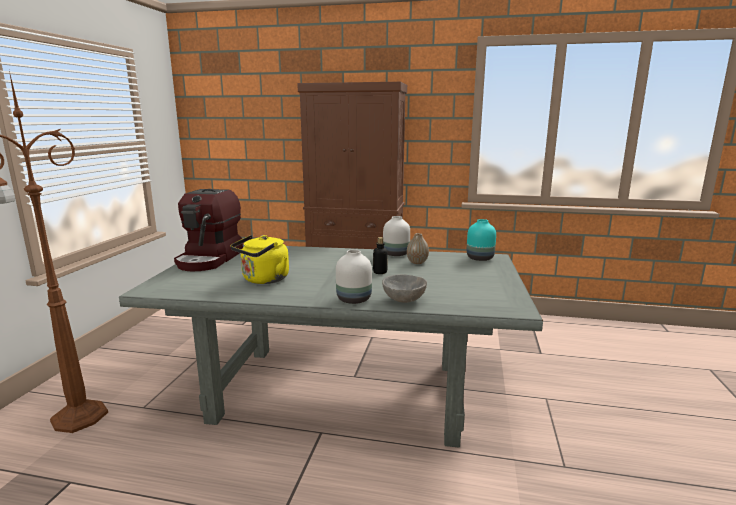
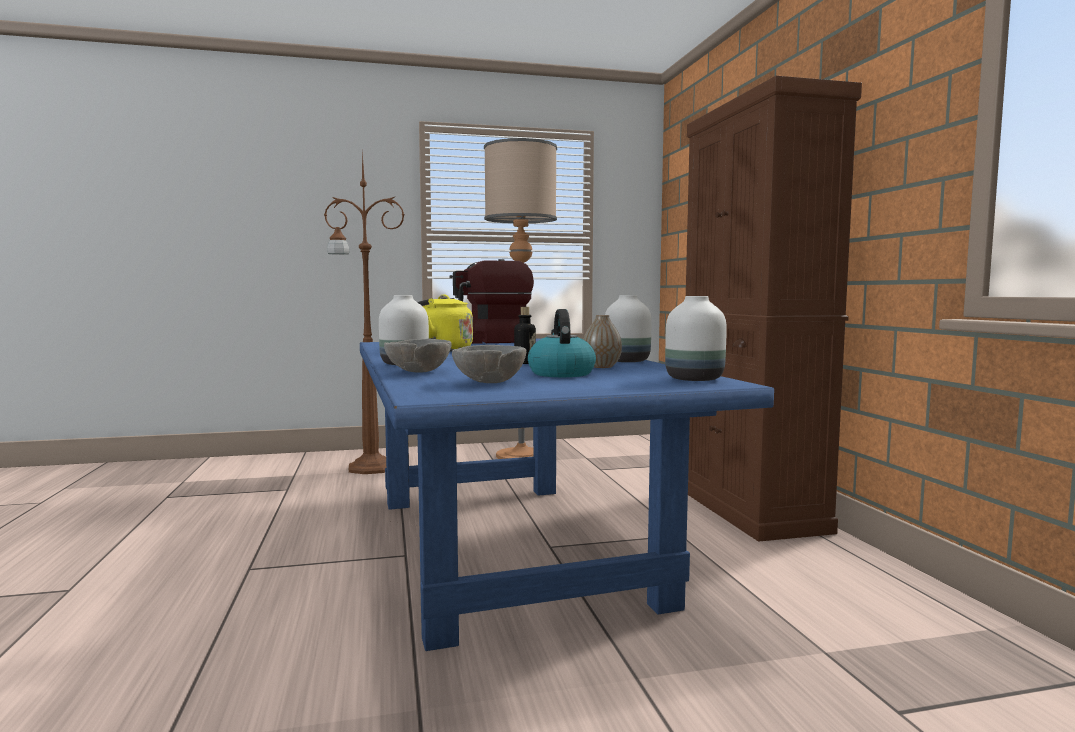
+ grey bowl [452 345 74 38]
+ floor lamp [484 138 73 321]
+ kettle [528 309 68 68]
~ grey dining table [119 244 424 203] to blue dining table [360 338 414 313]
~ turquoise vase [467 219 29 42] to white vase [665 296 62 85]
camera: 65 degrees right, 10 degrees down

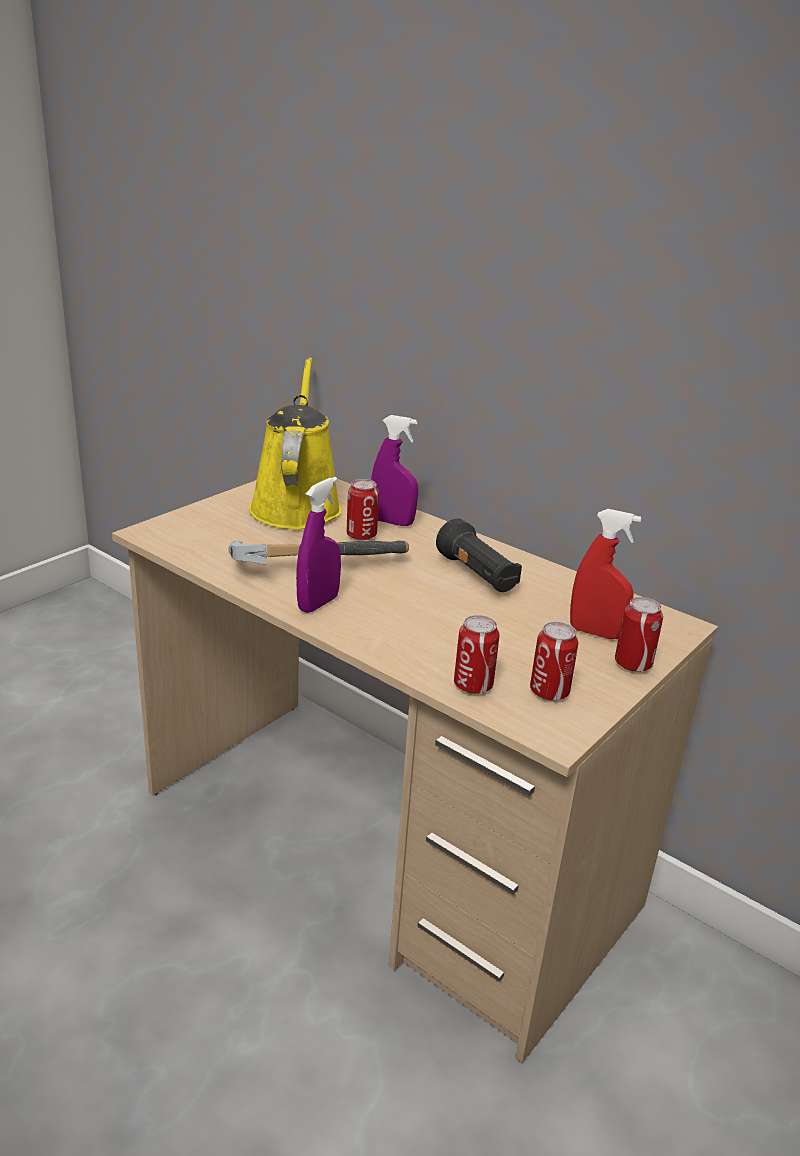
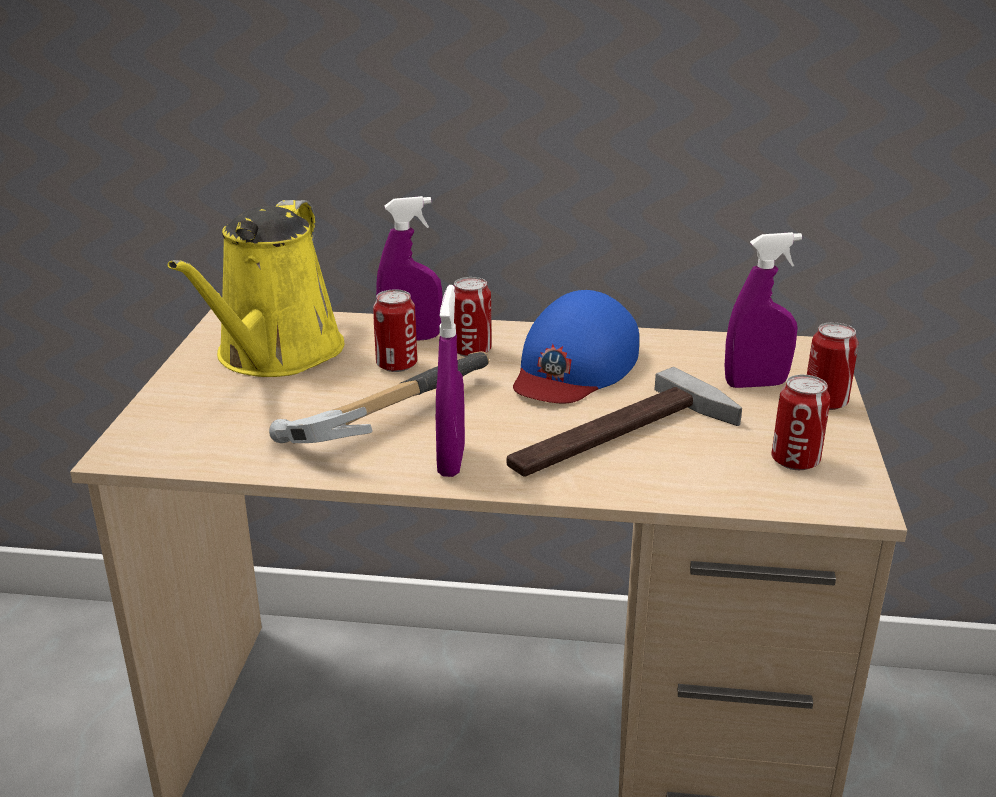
+ hammer [507 367 235 110]
~ can [454 615 45 79] to [454 277 37 80]
~ black flashlight [436 518 86 74] to blue cap [513 290 126 113]
~ red spray bottle [570 509 71 130] to purple spray bottle [725 232 77 156]
~ yellow watering can [249 357 93 172] = [168 200 176 177] 135 degrees counterclockwise
camera: 30 degrees left, 0 degrees up

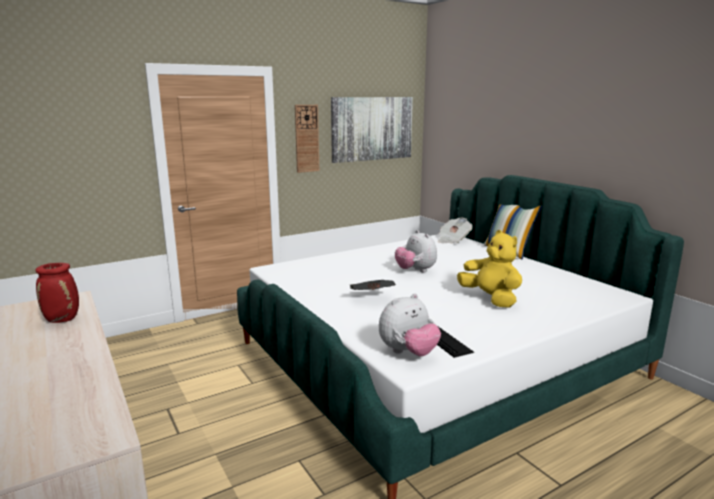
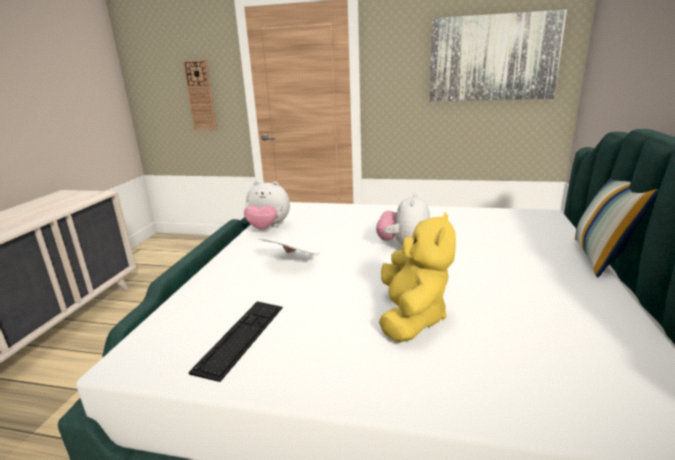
- red vase [35 263 44 60]
- newspaper [438 218 35 25]
~ wall clock [295 105 24 68] to [183 60 34 70]
~ plush toy [379 293 62 63] to [244 181 46 49]
camera: 45 degrees right, 5 degrees up

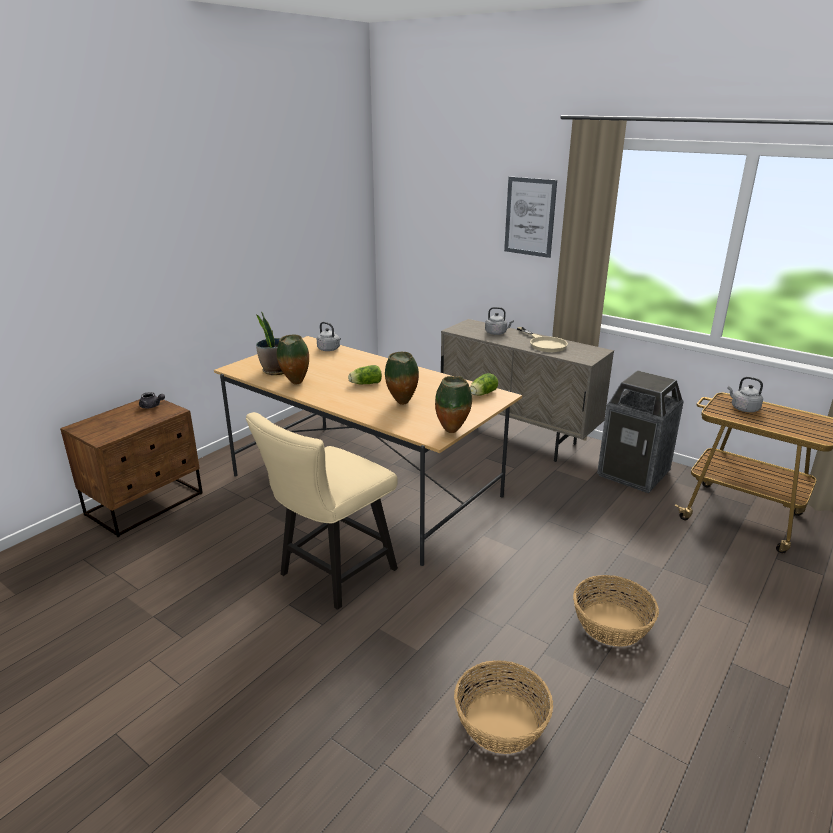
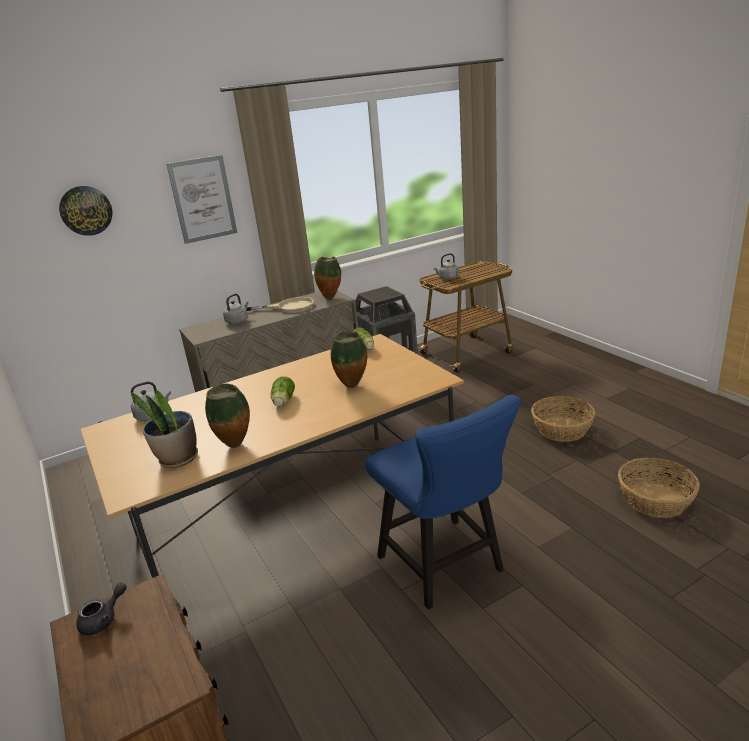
+ wall clock [59 186 53 50]
~ vase [435 376 37 57] to [314 256 27 43]
~ beige chair [246 412 152 198] to blue chair [365 395 156 215]
camera: 65 degrees left, 0 degrees up

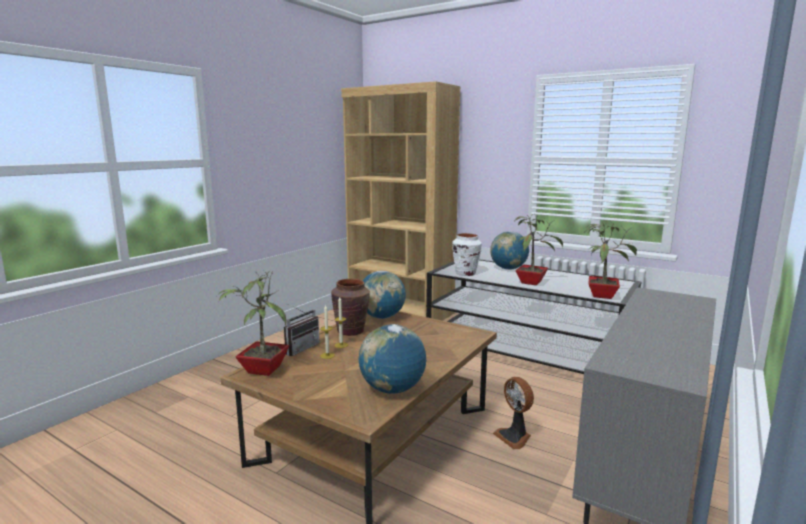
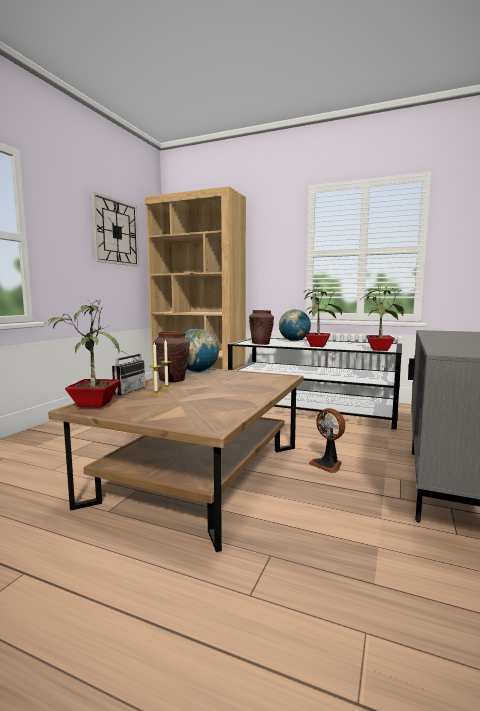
- globe [359 324 67 70]
+ wall clock [91 192 48 75]
~ white vase [452 233 30 43] to brown vase [249 310 25 35]
camera: 10 degrees left, 5 degrees down

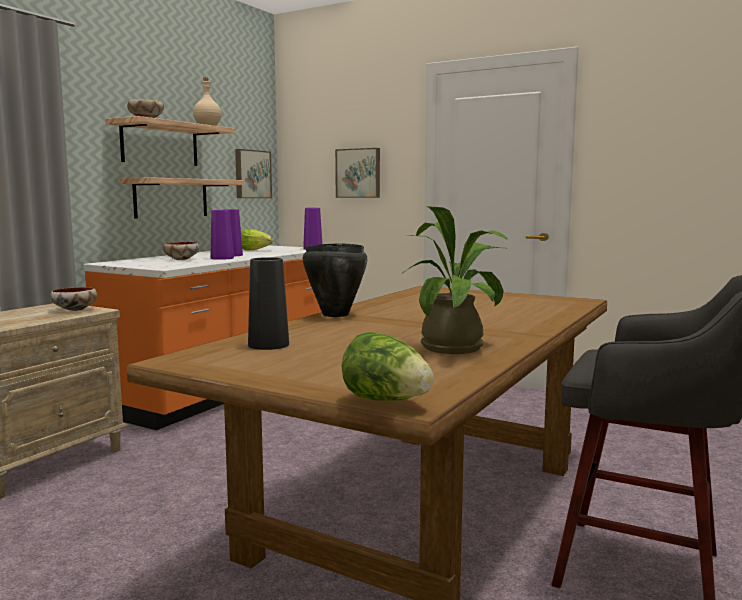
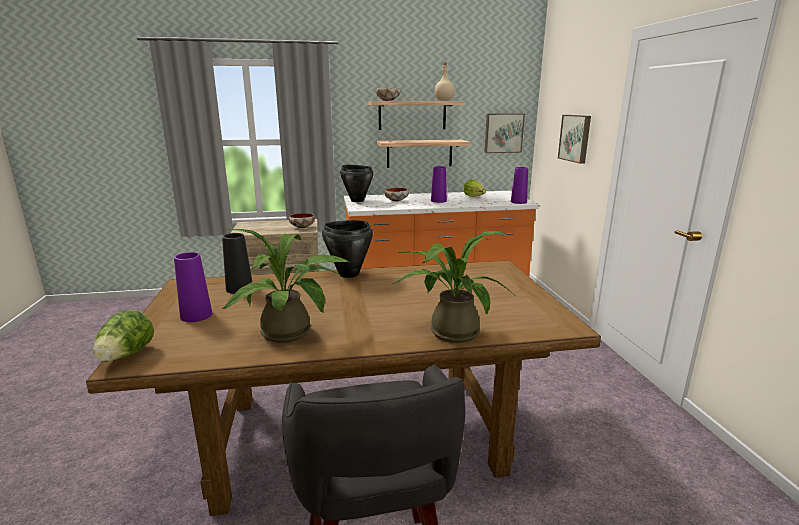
+ black cooking pot [340 165 33 37]
+ potted plant [393 231 121 112]
~ purple vase [211 210 23 50] to [174 252 38 70]
camera: 50 degrees right, 10 degrees up

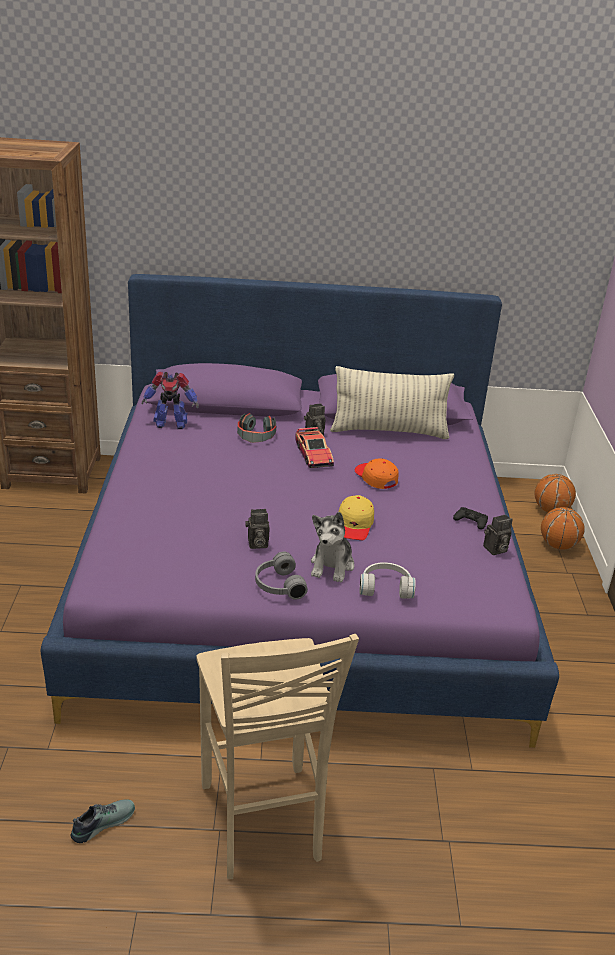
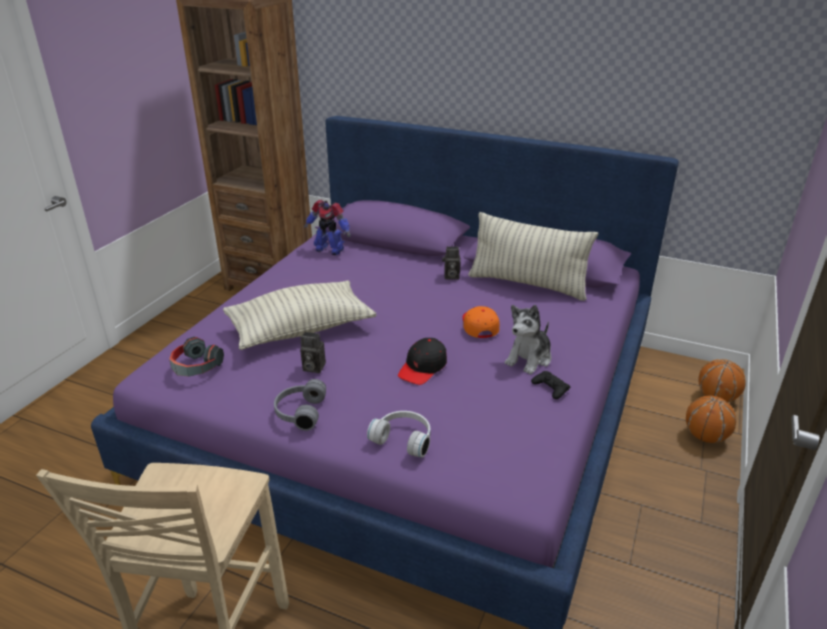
- shoe [71 800 64 43]
- toy car [295 427 39 41]
- photo camera [483 514 30 41]
+ pillow [223 280 154 70]
~ headphones [237 413 39 30] to [169 337 55 39]
~ plush toy [311 512 43 71] to [505 305 46 70]
~ yellow cap [339 495 35 45] to black cap [398 338 49 47]
camera: 25 degrees right, 0 degrees up

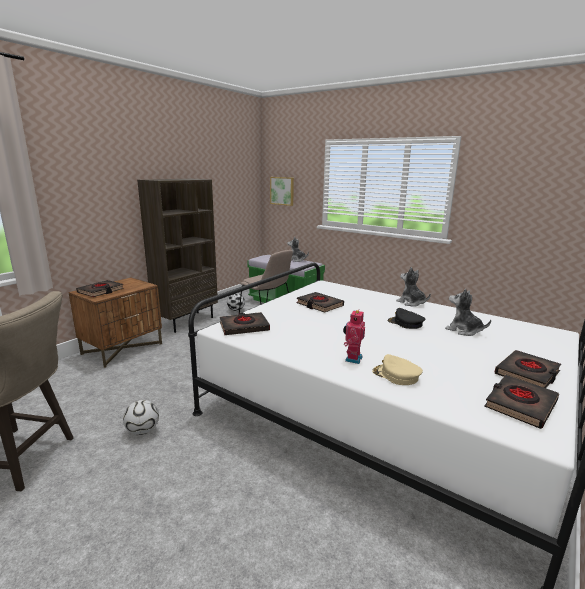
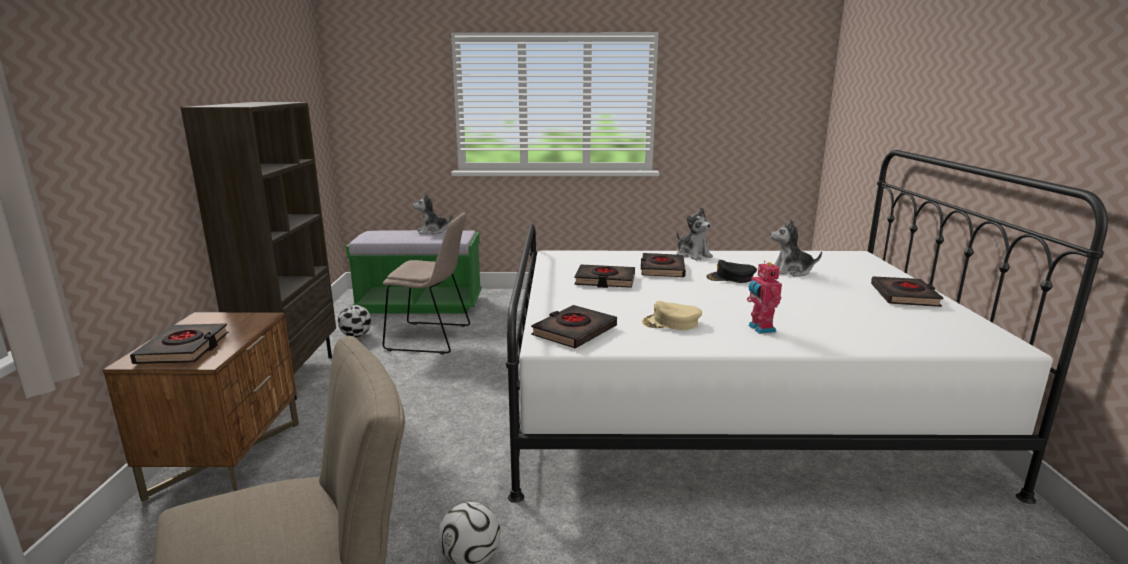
- picture [270 177 24 29]
~ beige cap [372 354 51 31] to [642 301 60 29]
~ black book [484 375 75 54] to [641 253 45 24]
~ plush toy [396 267 35 40] = [677 208 36 52] 135 degrees counterclockwise
camera: 35 degrees left, 0 degrees up

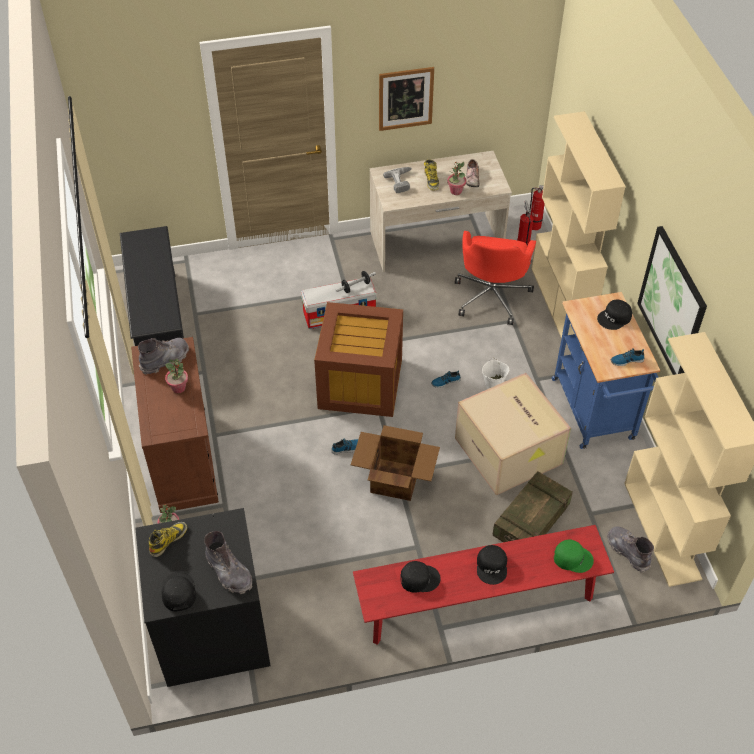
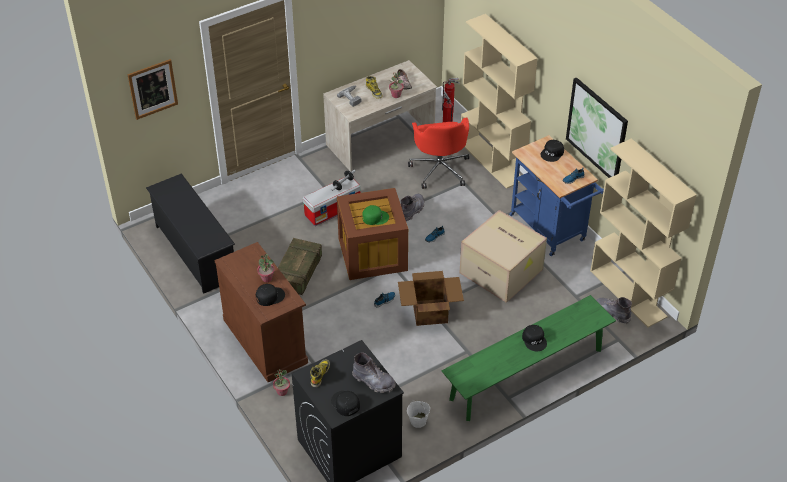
~ grey boot [138 338 51 37] to [401 194 23 27]
~ picture [379 67 55 64] to [127 59 51 61]
~ black cap [400 561 41 32] to [256 284 29 22]
~ white bucket [482 358 27 31] to [407 400 23 28]
~ crate [493 471 79 71] to [278 238 44 57]
~ green cap [554 539 40 34] to [362 205 27 20]
~ red bench [353 525 261 120] to green bench [442 295 174 126]
camera: 20 degrees left, 5 degrees down

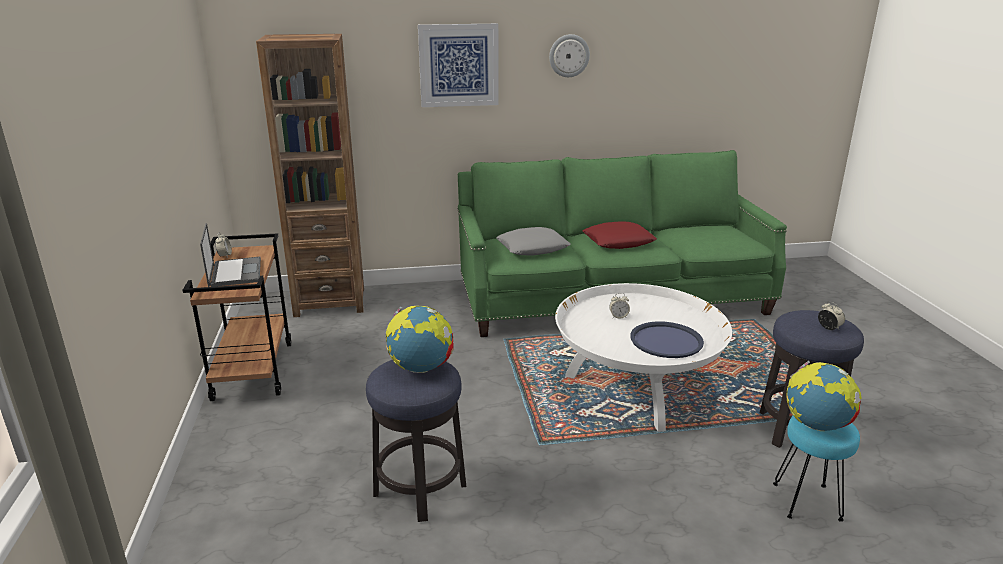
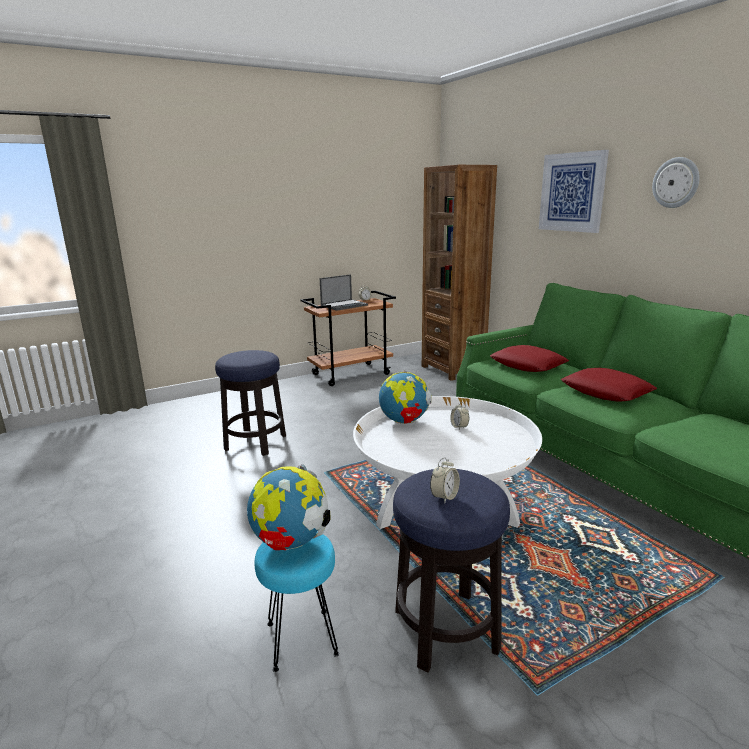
- blue tray [630 321 74 37]
~ globe [386 306 68 67] to [379 370 52 54]
~ grey pillow [496 227 75 28] to red pillow [490 345 79 27]
camera: 70 degrees right, 5 degrees down

